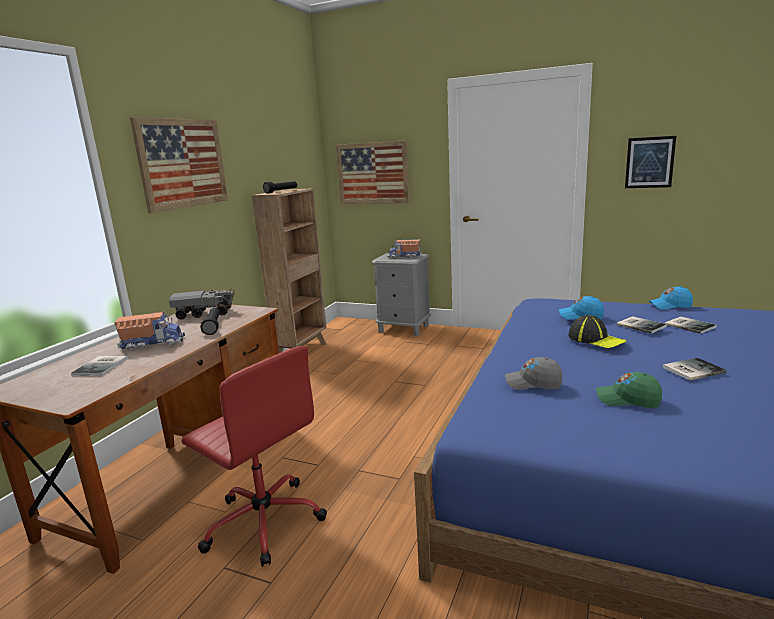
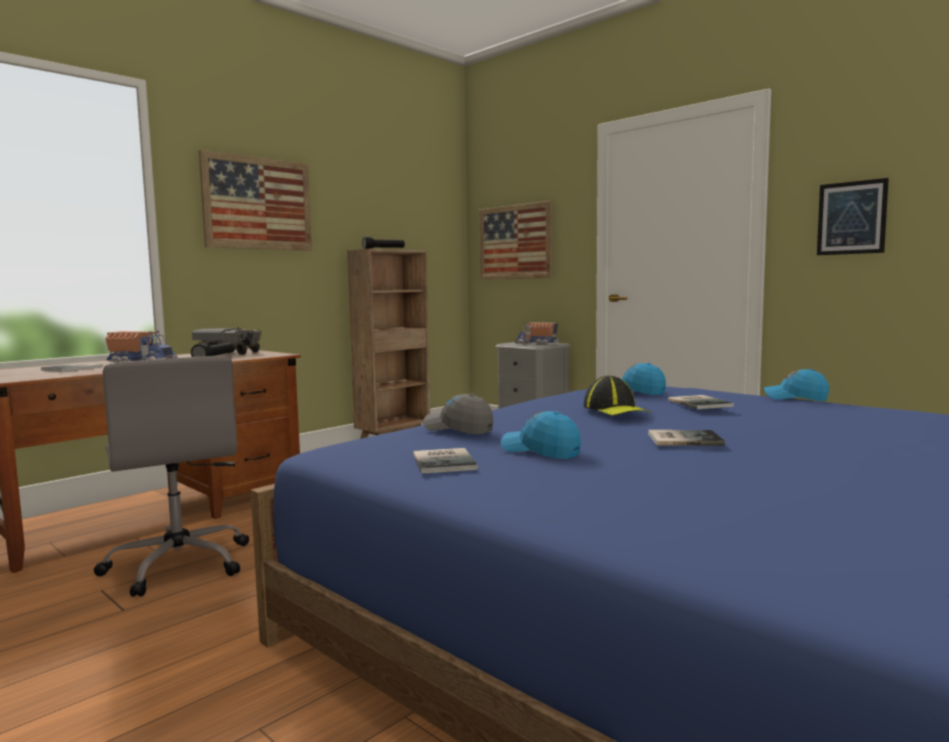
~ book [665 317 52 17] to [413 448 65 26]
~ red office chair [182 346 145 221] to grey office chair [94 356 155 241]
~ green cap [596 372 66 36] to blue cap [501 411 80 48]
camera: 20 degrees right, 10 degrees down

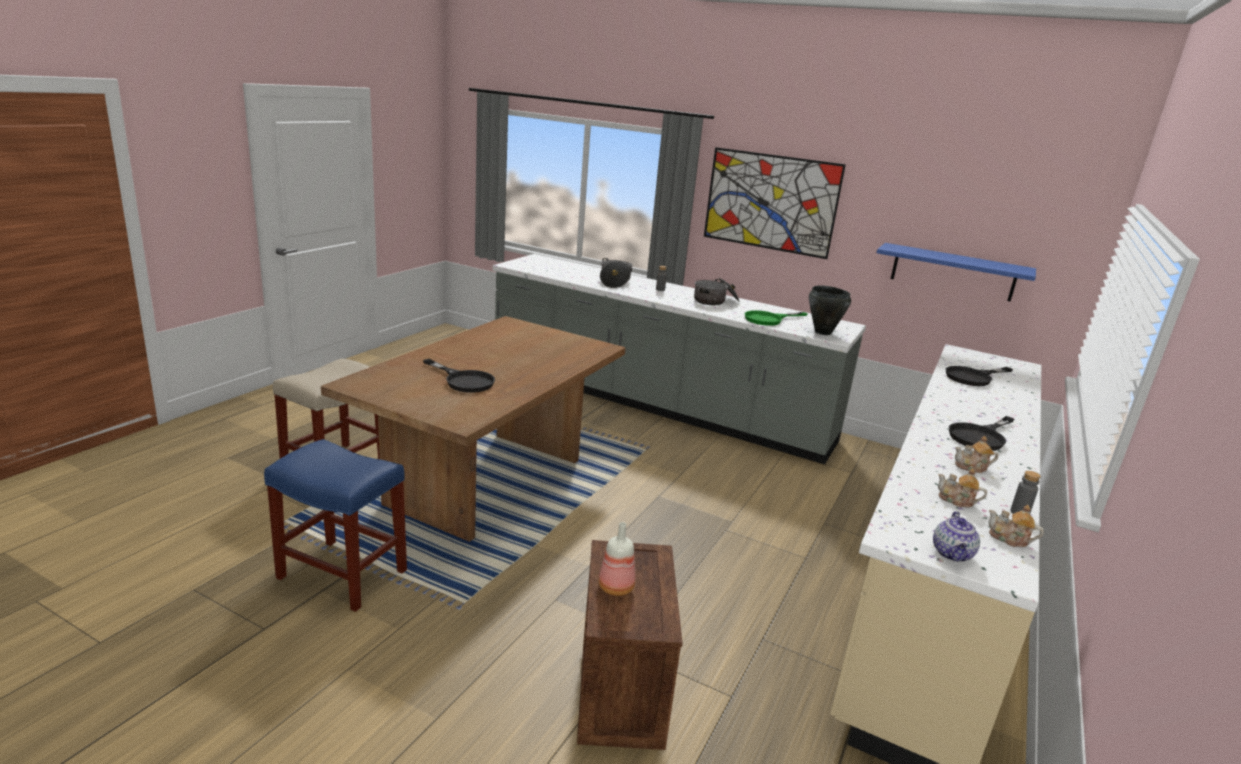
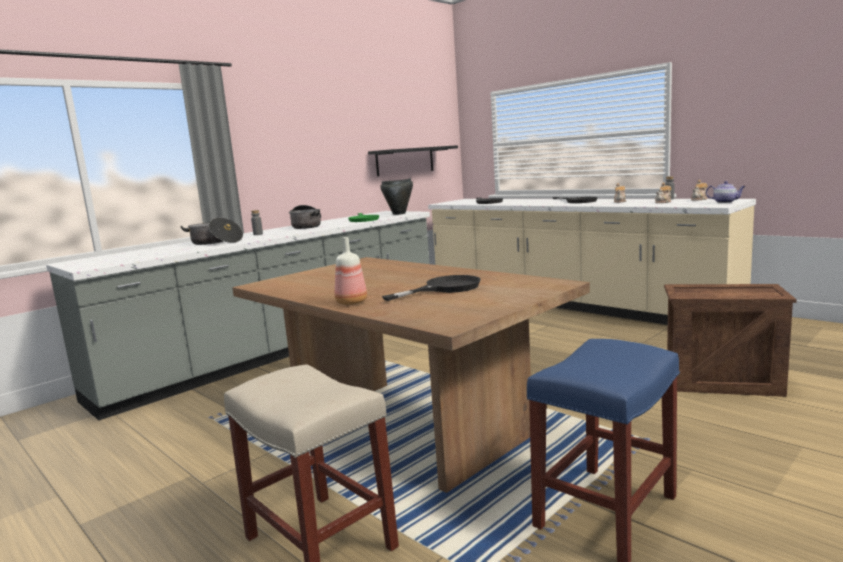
- picture [704 147 142 112]
~ bottle [598 522 38 74] to [335 237 32 68]
~ blue shelf [877 243 159 59] to black shelf [368 145 90 31]
camera: 70 degrees left, 10 degrees down

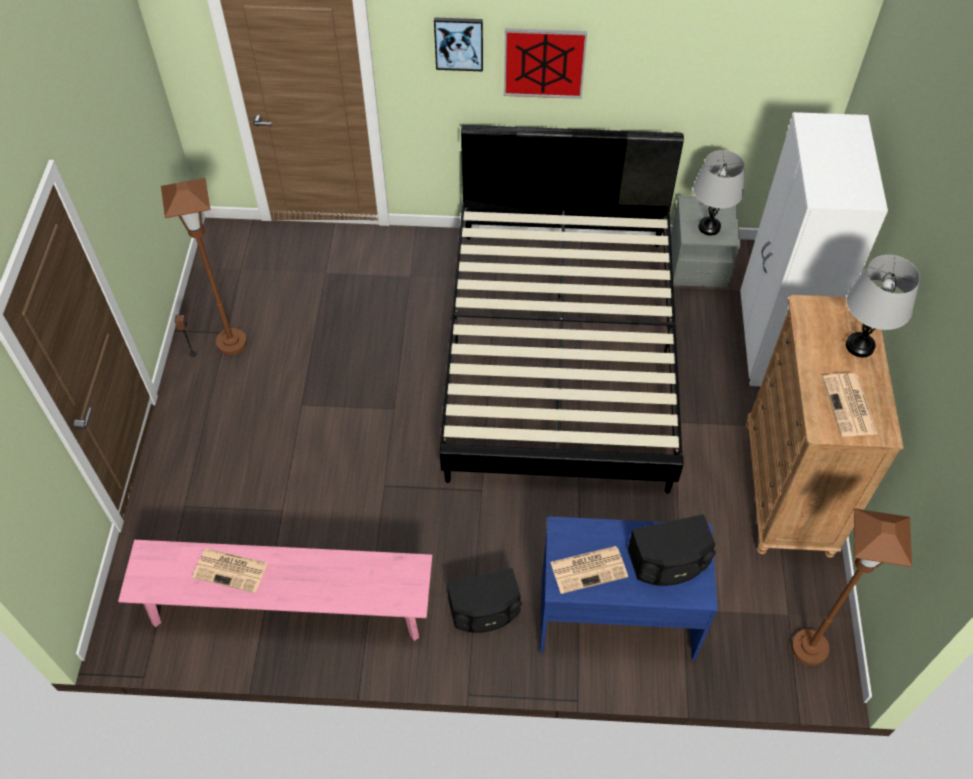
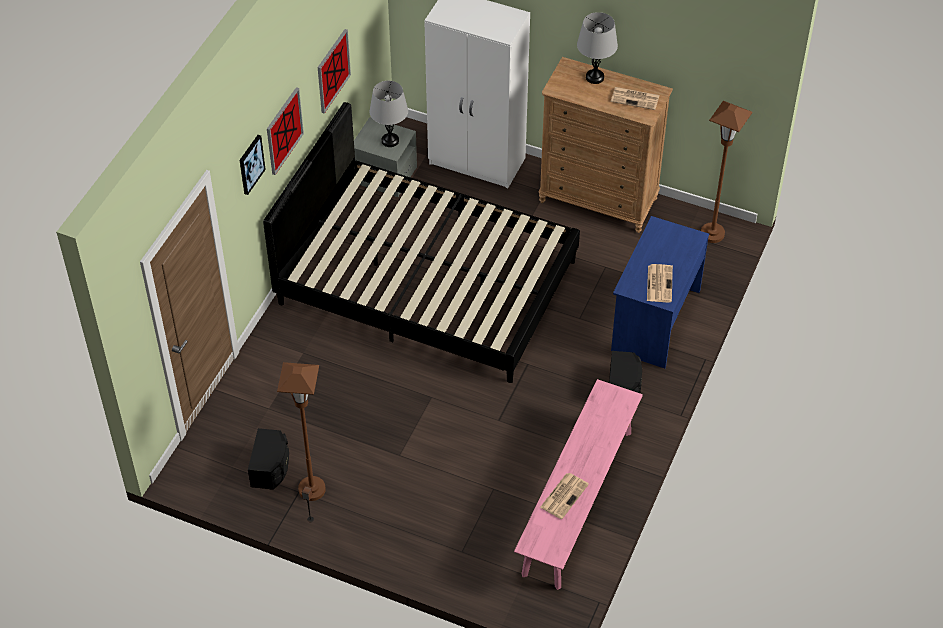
+ picture [318 29 33 85]
~ black speaker [627 514 89 72] to [248 428 41 62]
camera: 70 degrees left, 5 degrees down

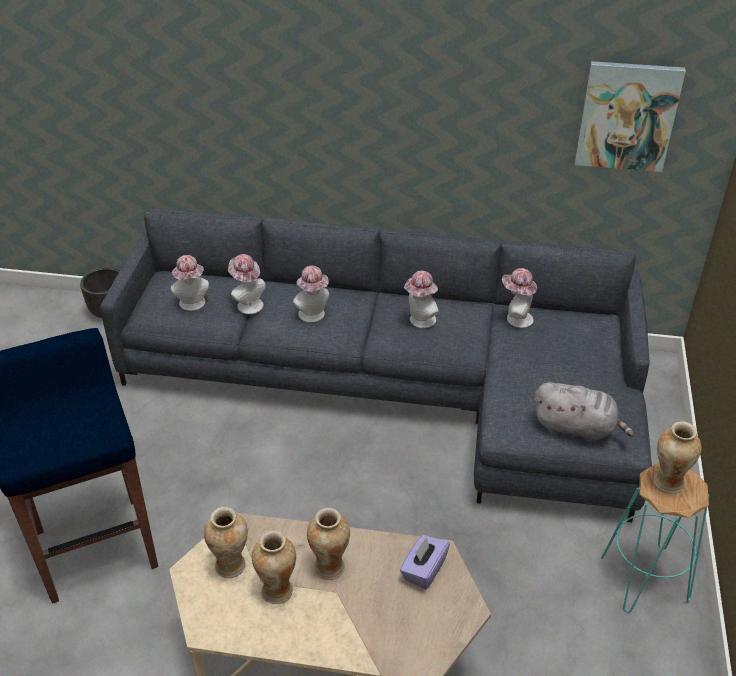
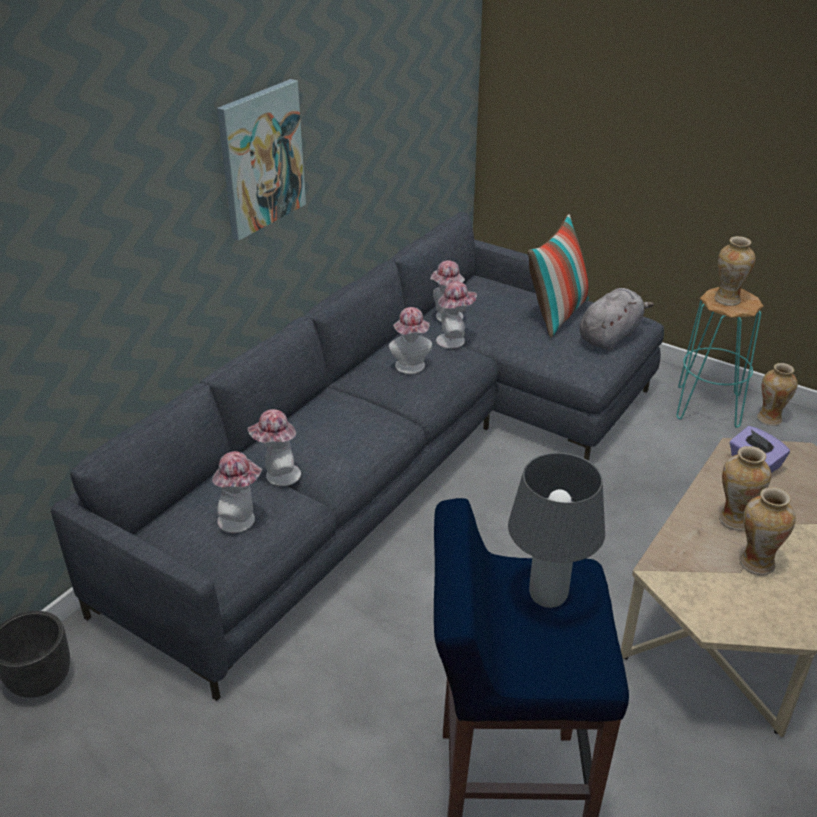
+ grey table lamp [508 452 97 156]
+ pillow [528 214 61 124]
~ vase [204 507 44 71] to [757 363 41 63]
~ hat [293 266 36 57] to [436 281 41 68]
~ picture [575 61 111 111] to [217 79 89 161]
camera: 65 degrees left, 5 degrees down

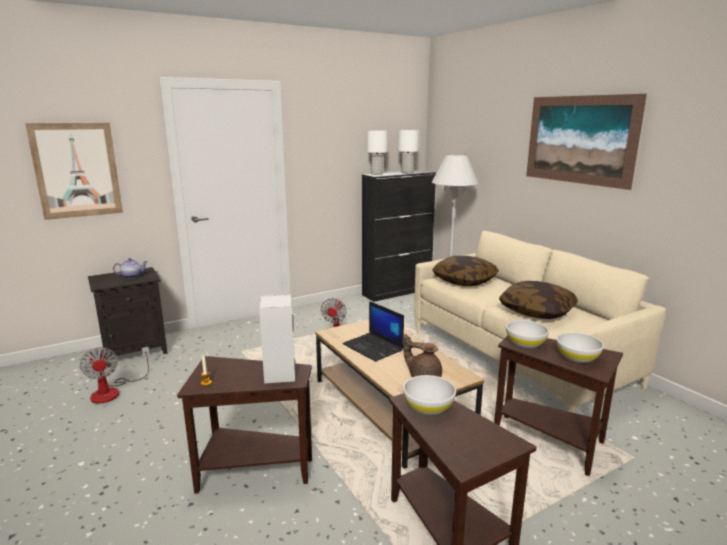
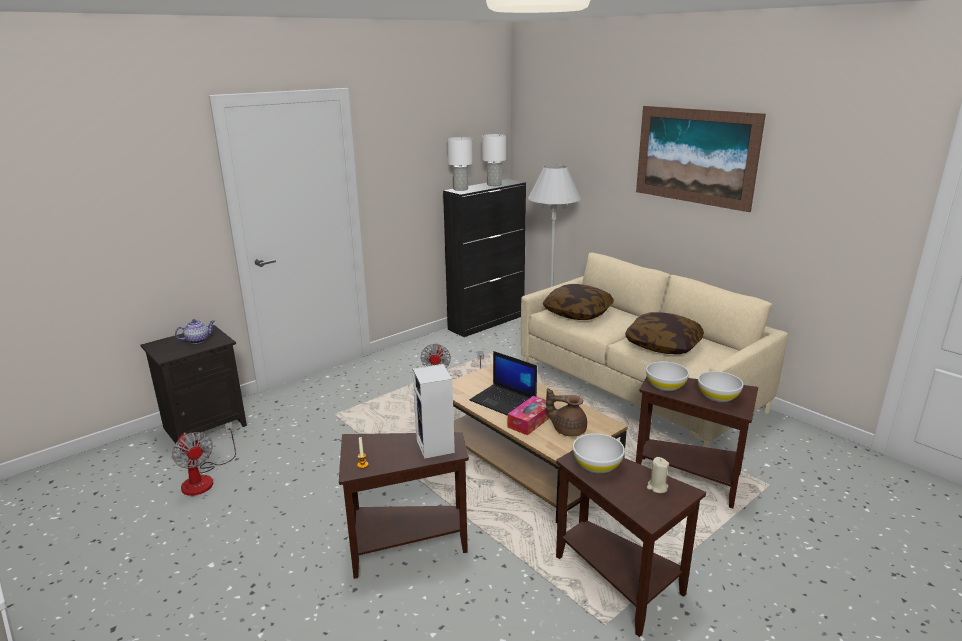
- picture [25 123 98 97]
+ tissue box [508 396 41 40]
+ beige candle [647 457 22 36]
camera: 10 degrees left, 5 degrees up

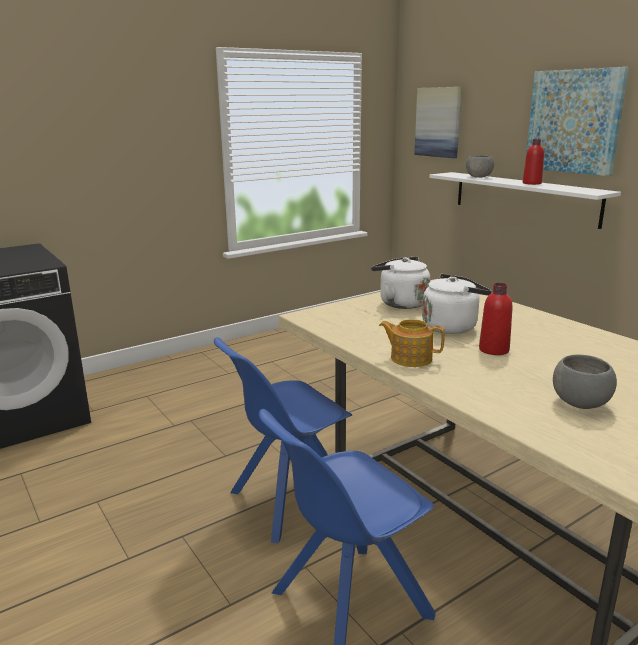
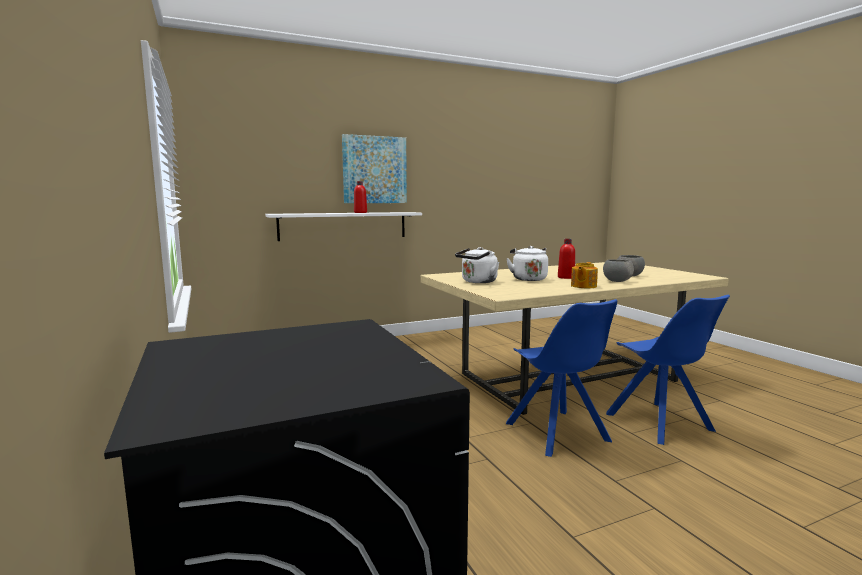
- picture [414 87 48 71]
~ grey bowl [466 155 28 23] to [603 259 31 23]
camera: 80 degrees left, 10 degrees down

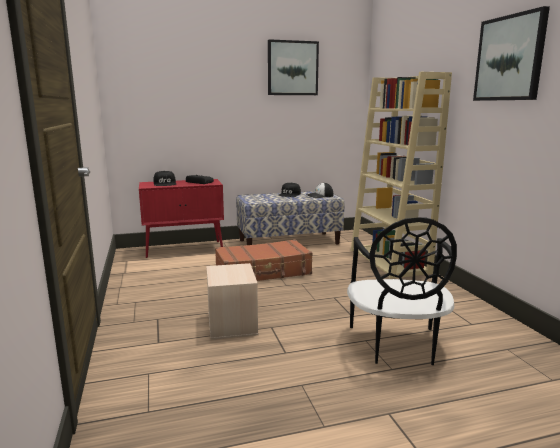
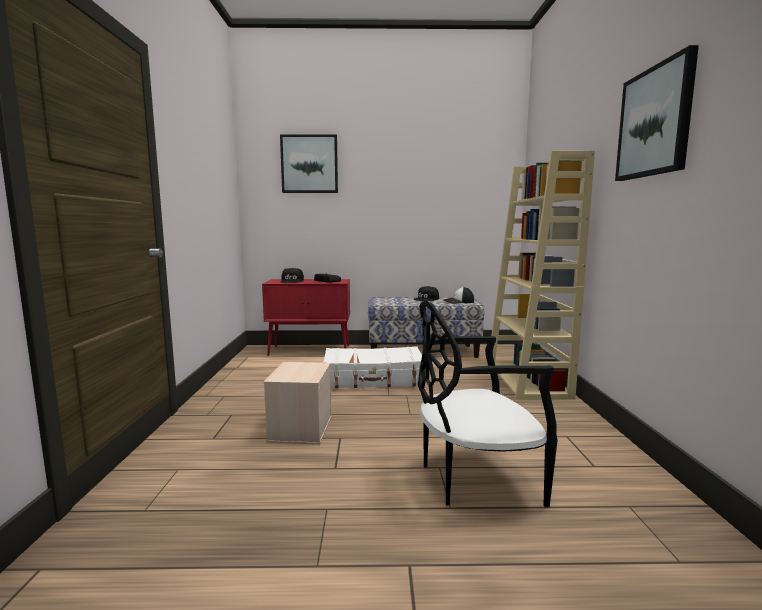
~ picture [268 39 51 56] to [280 134 58 59]
~ brown suitcase [215 239 98 42] to white suitcase [323 346 99 43]
~ black chair [347 217 110 148] = [418 301 140 206] 60 degrees clockwise
camera: 15 degrees right, 5 degrees down

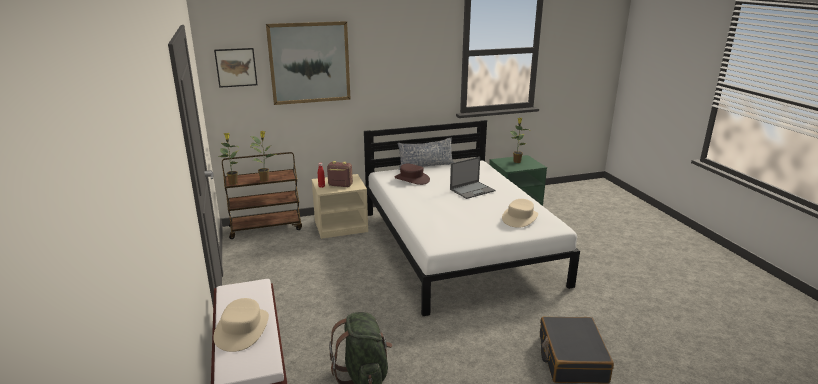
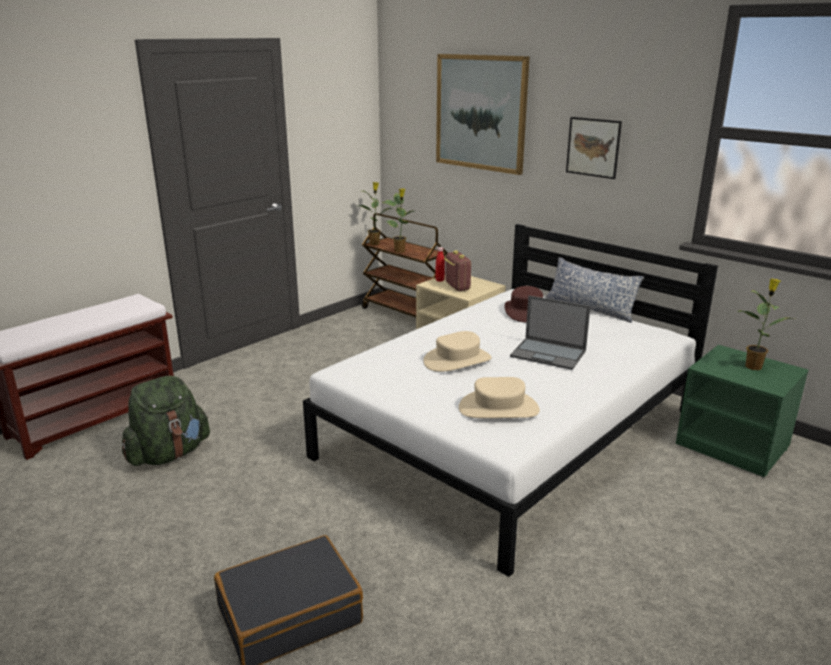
~ beige hat [213 298 56 54] to [423 331 69 41]
~ picture [214 48 43 40] to [566 117 56 62]
camera: 60 degrees right, 0 degrees up

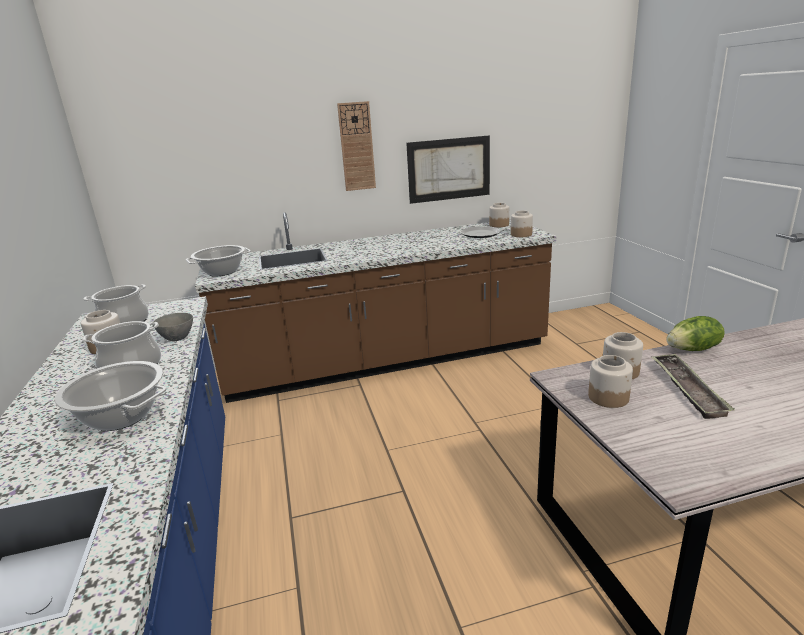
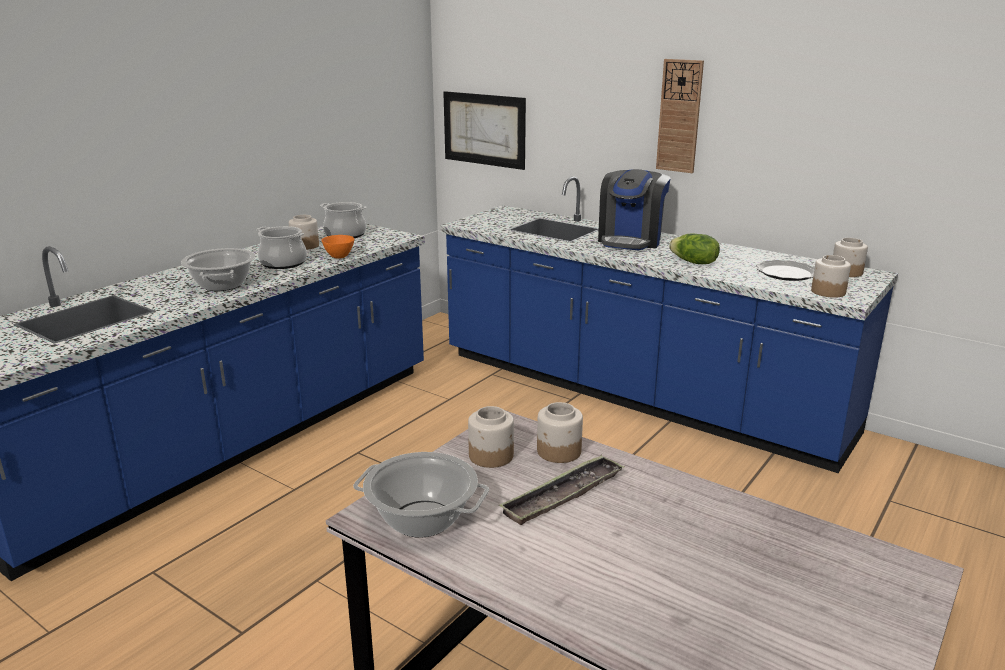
+ coffee machine [598 169 73 81]
~ cooking pot [186 245 65 31] to [353 452 136 86]
~ picture [406 136 84 68] to [443 91 83 79]
~ lettuce [666 316 59 35] to [669 234 51 30]
~ grey bowl [152 313 41 28] to orange bowl [321 235 33 24]
~ brown counter [195 212 361 191] to blue counter [441 177 457 296]
camera: 50 degrees right, 0 degrees up

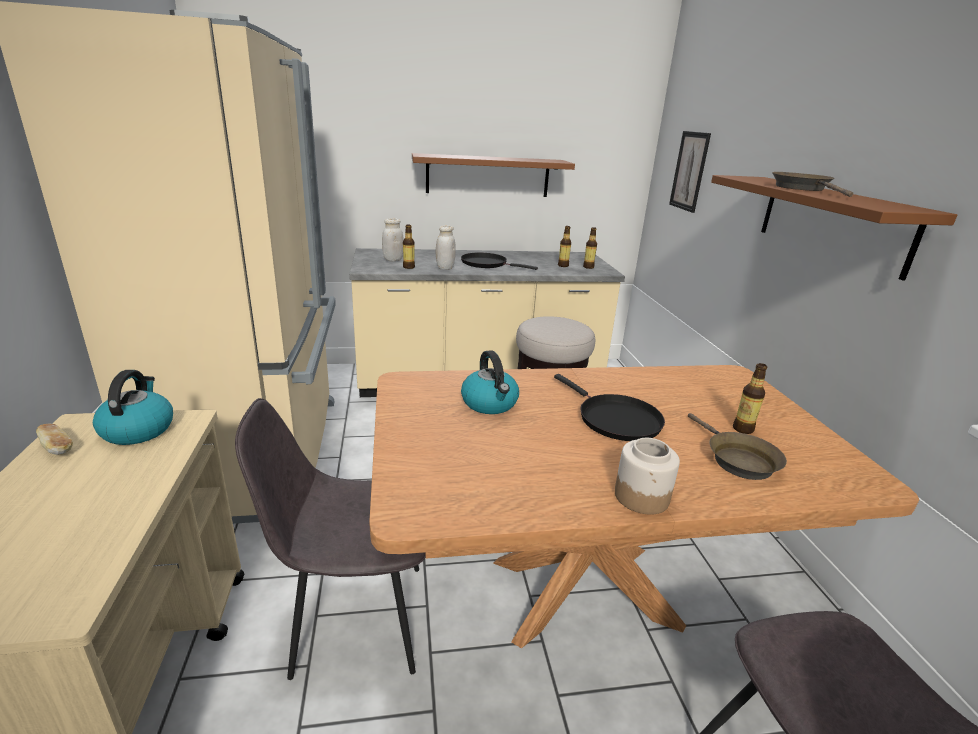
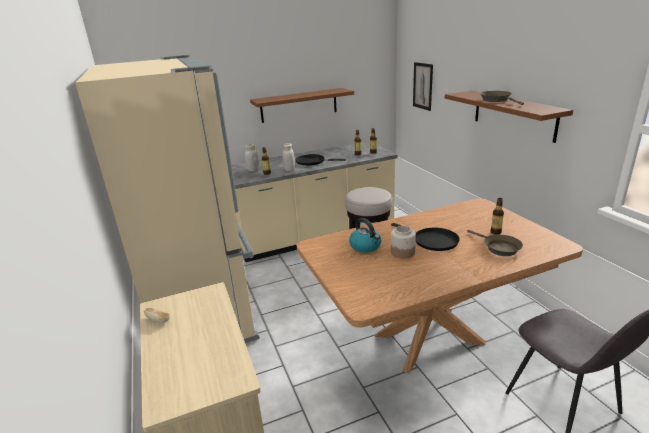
- kettle [93 370 80 75]
- grey chair [235 398 191 282]
~ jar [615 438 65 77] to [391 226 25 32]
camera: 10 degrees left, 0 degrees up

